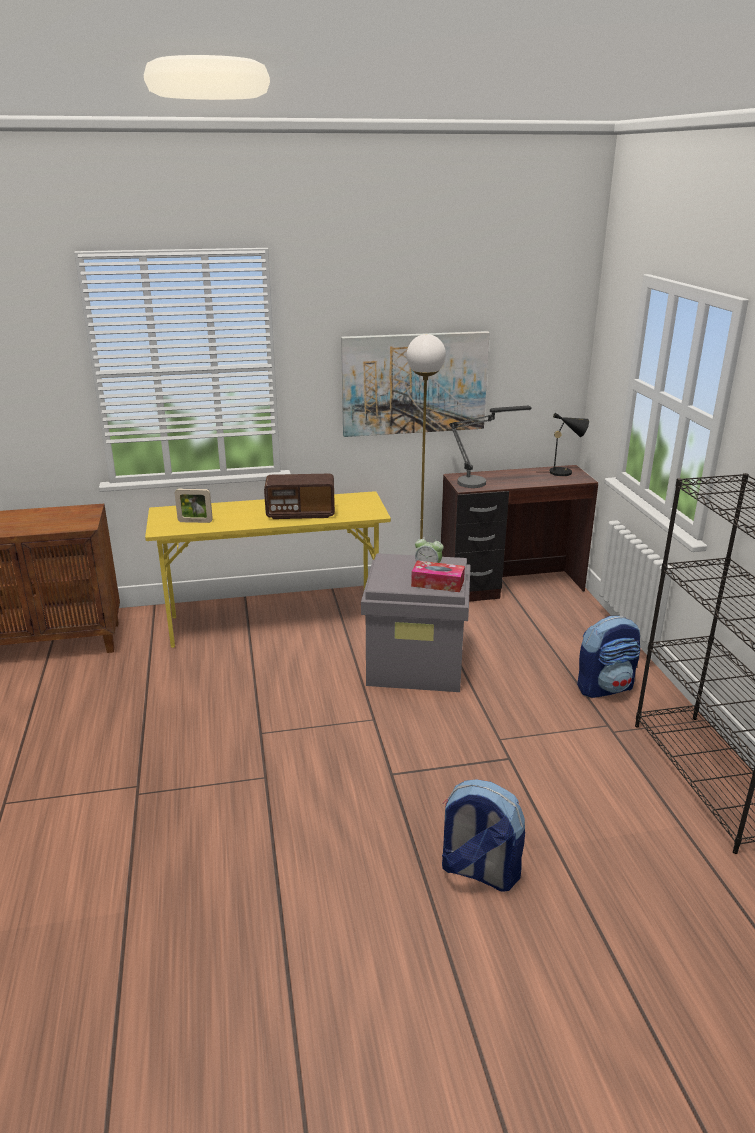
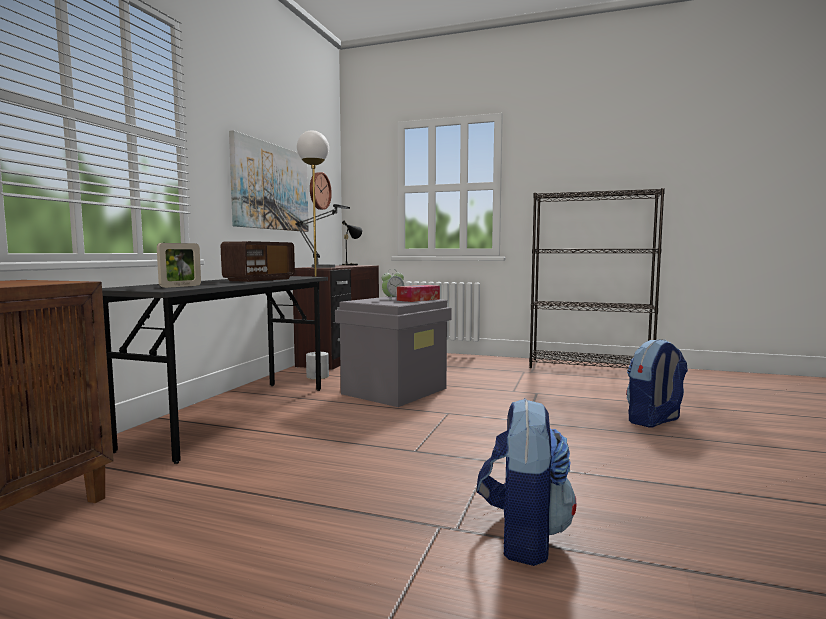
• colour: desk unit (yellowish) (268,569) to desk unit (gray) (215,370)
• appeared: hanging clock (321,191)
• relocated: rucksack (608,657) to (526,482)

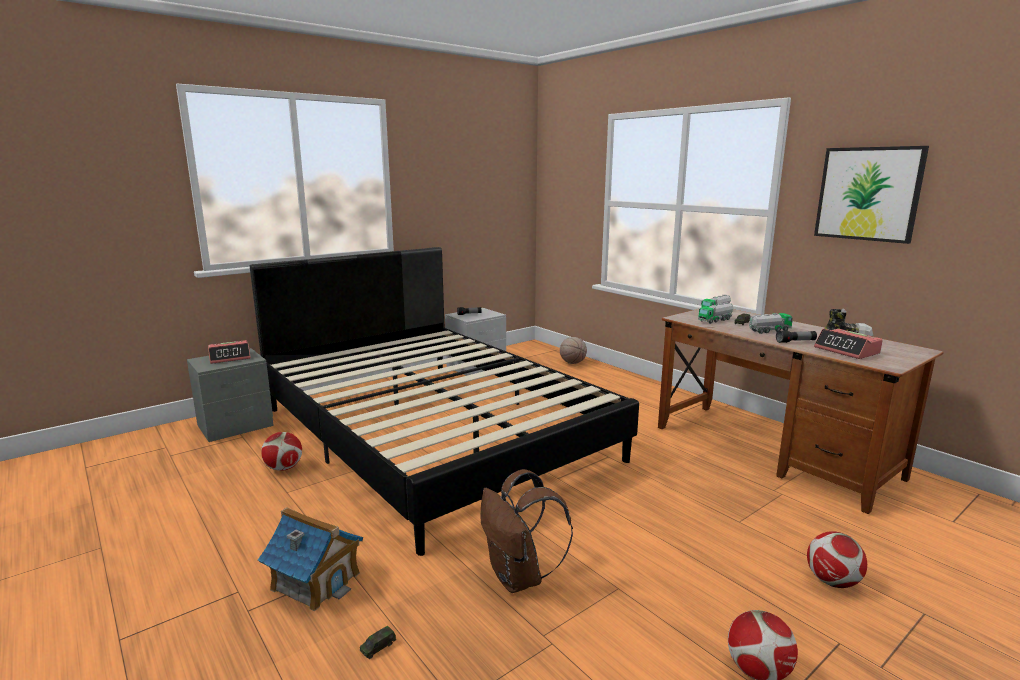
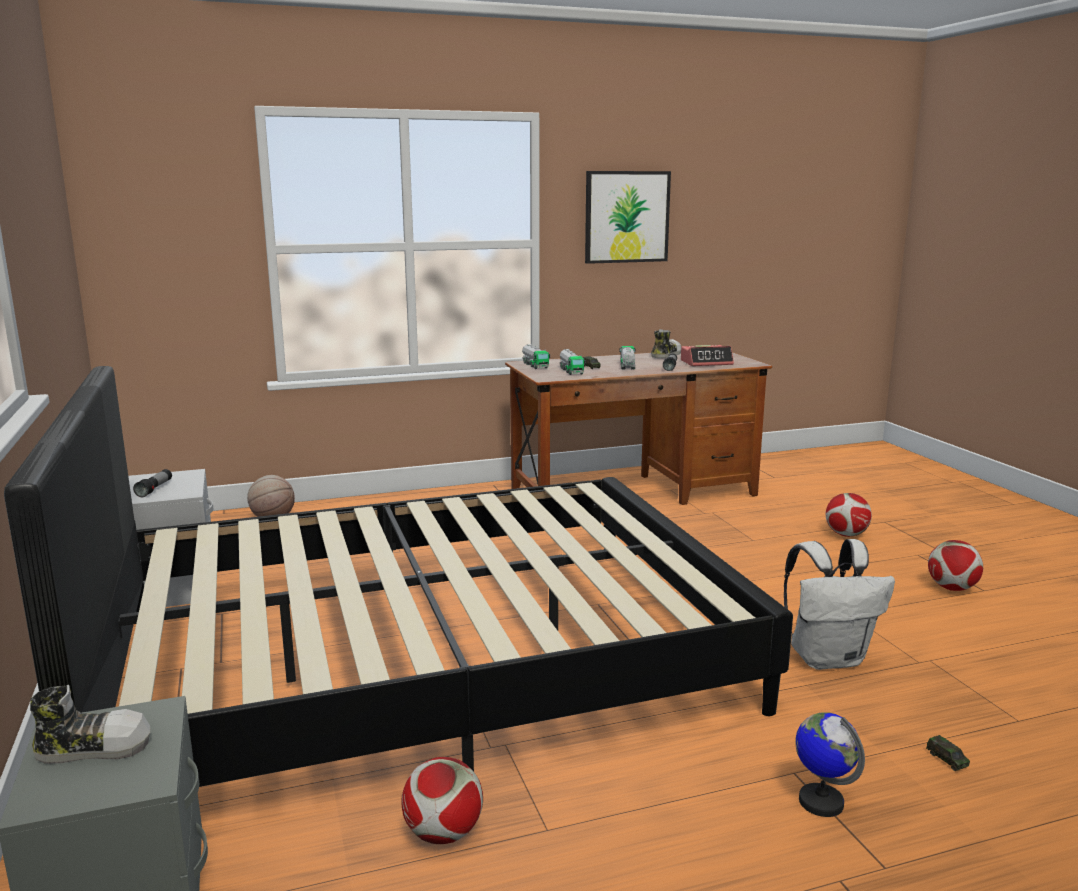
• exchanged: alarm clock (229,352) to item of footwear (90,724)
• colour: rucksack (brown-coloured) (527,531) to rucksack (whitish) (839,604)
• exchanged: miniature house (310,559) to globe (830,764)

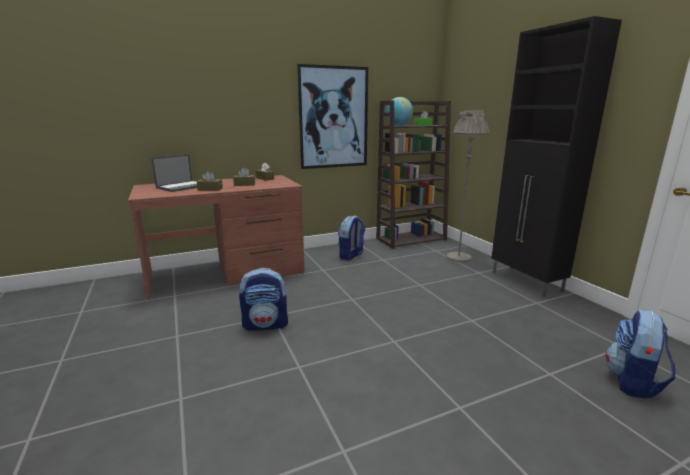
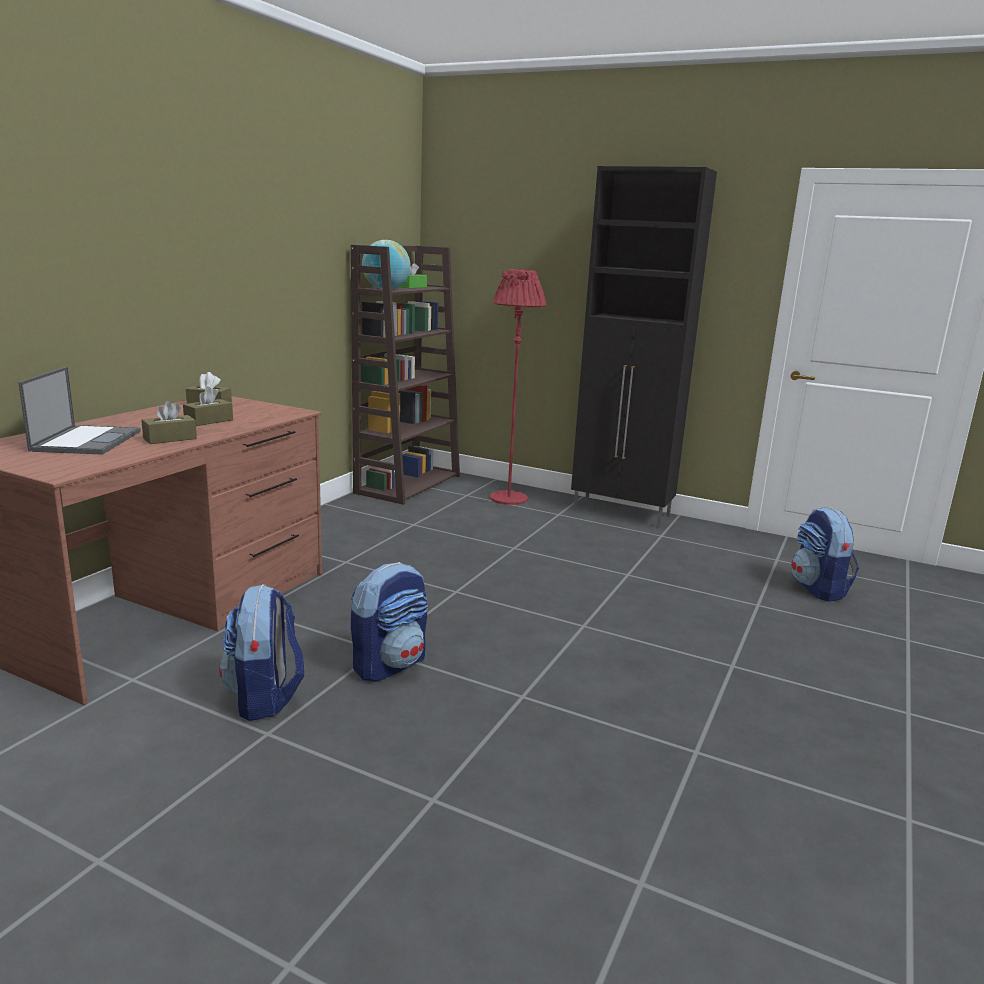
• relocated: rucksack (351,237) to (261,652)
• colour: floor lamp (gray) (468,186) to floor lamp (red) (518,387)
• missing: wall picture (332,116)

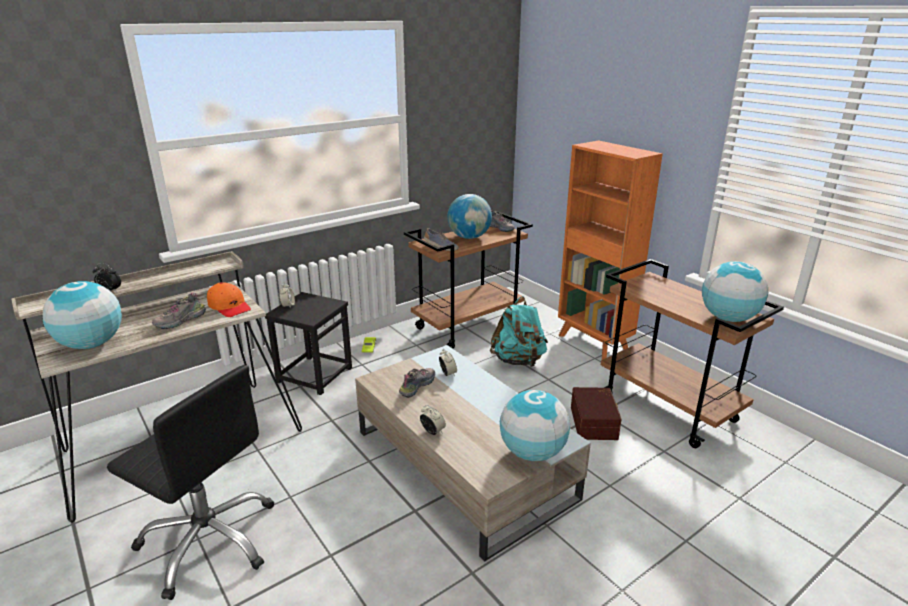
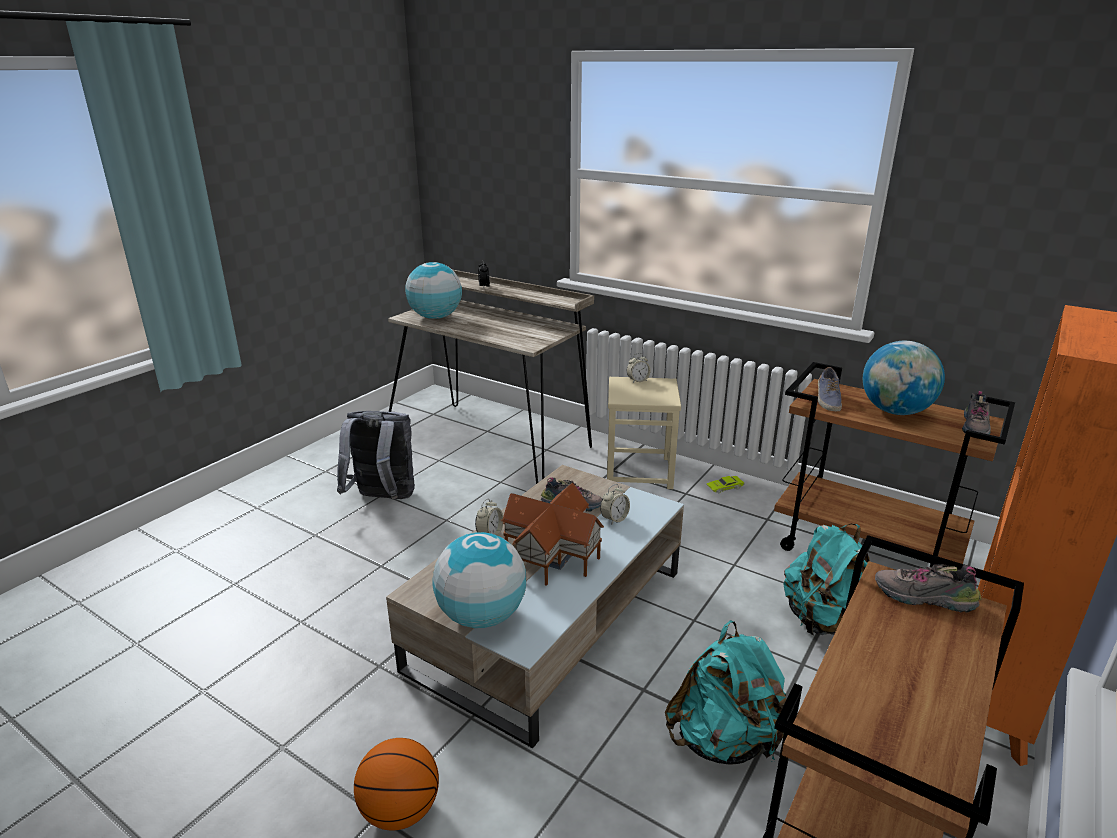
• exchanged: desk chair (black-coloured) (190,482) to rucksack (gray) (376,455)
• appeared: ball for basketball (396,784)
• appeared: miniature house (552,534)
• colour: sitting stool (black-coloured) (308,343) to sitting stool (sand-coloured) (644,433)
• exchanged: storage box (brown-coloured) (596,413) to rucksack (turquoise-coloured) (726,692)
• relocated: item of footwear (179,310) to (928,588)
• missing: cap (orange-coloured) (229,299)
• missing: globe (735,291)

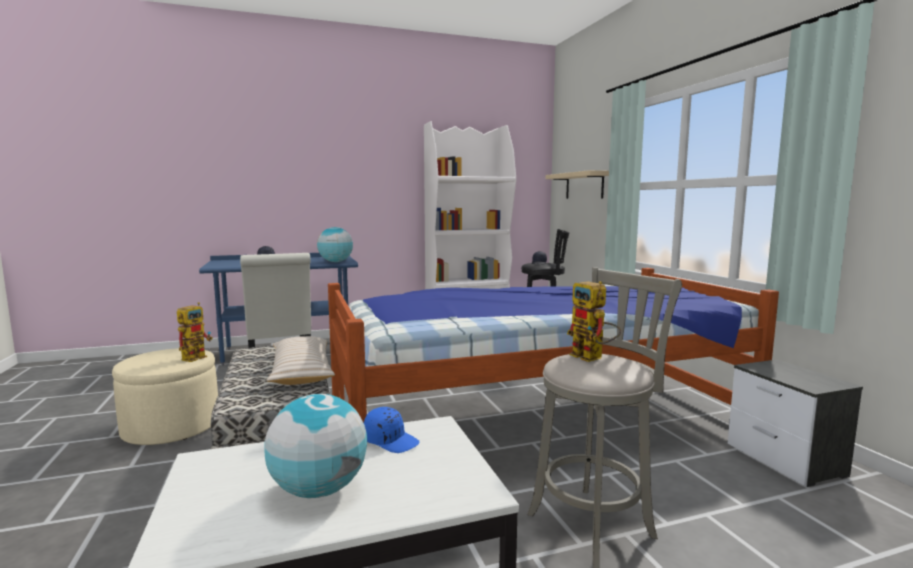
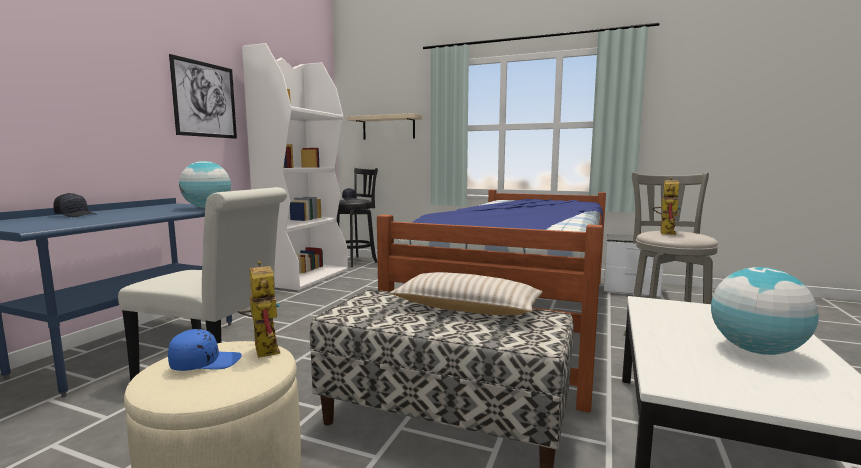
• relocated: cap (blue-coloured) (392,430) to (205,350)
• appeared: wall picture (203,96)
• spun: model robot (594,321) = (666,206) 75 degrees counterclockwise

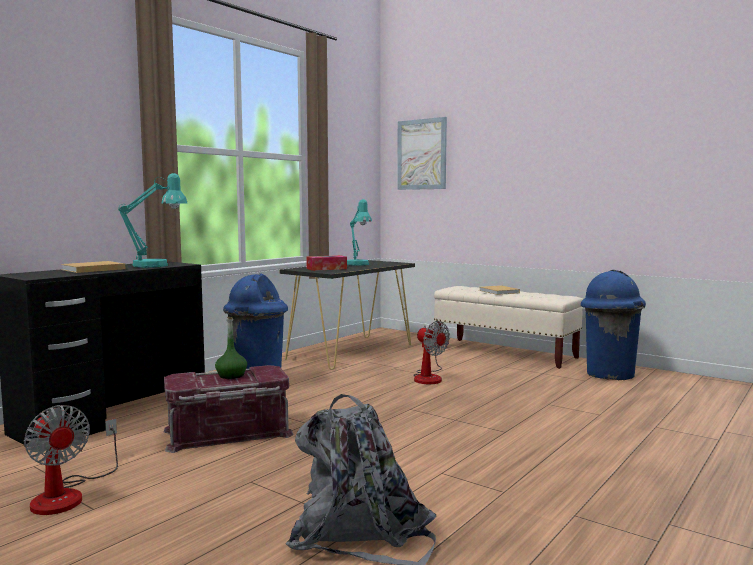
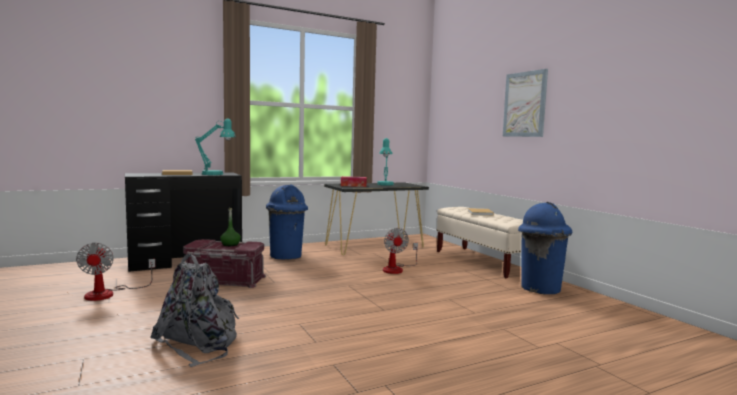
• relocated: wall picture (422,153) to (525,103)

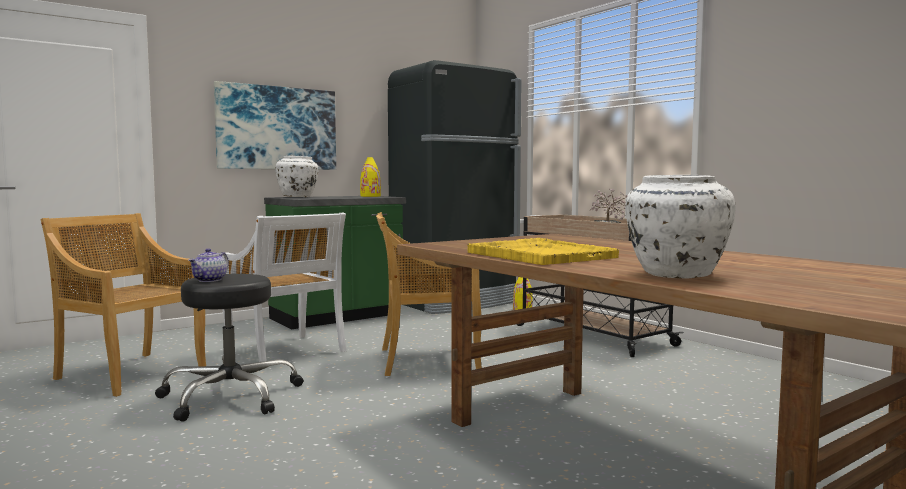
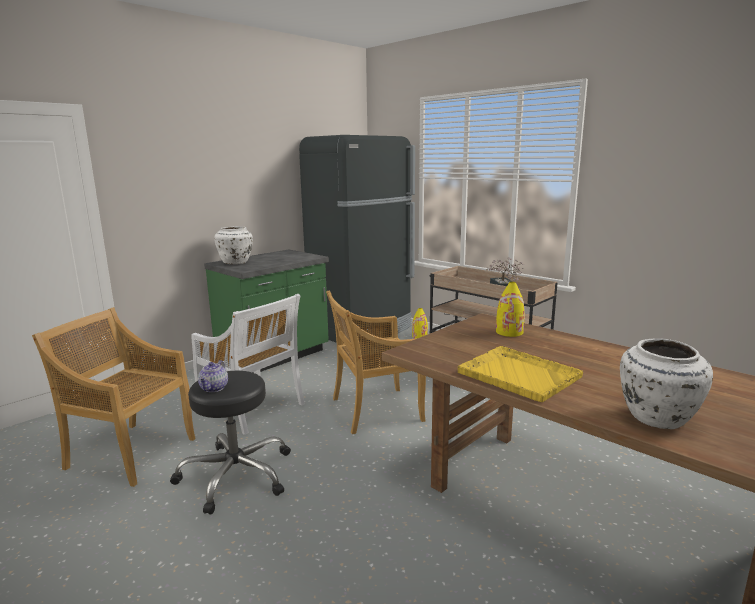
• relocated: decorative vase (yellowish) (370,177) to (510,309)
• missing: wall picture (275,125)

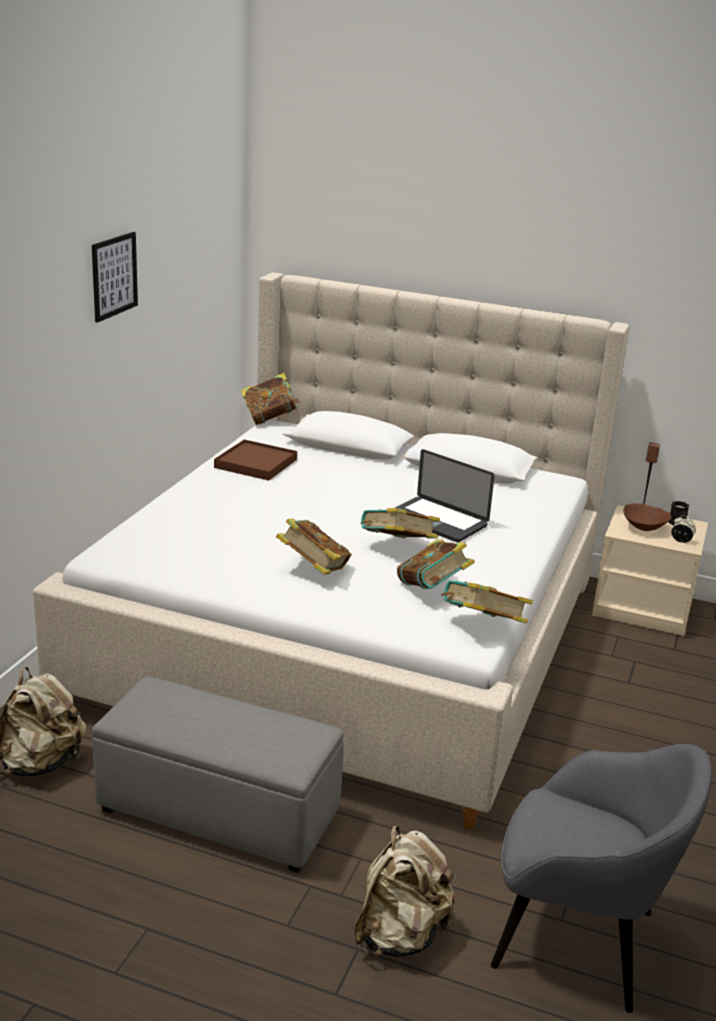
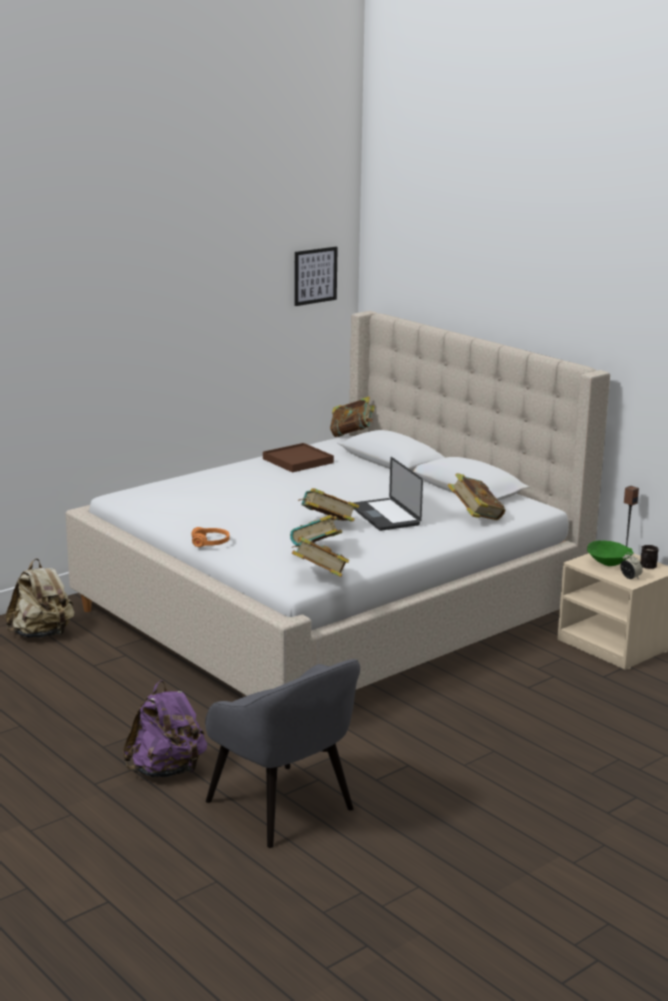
• colour: rucksack (sand-coloured) (405,891) to rucksack (purplish) (165,729)
• appeared: pair of headphones (orange-coloured) (210,537)
• relocated: wall picture (115,277) to (316,276)
• relocated: volume (313,547) to (476,496)
• colour: deep dish (brown-coloured) (647,517) to deep dish (green-coloured) (610,553)
• missing: ottoman (gray) (218,774)

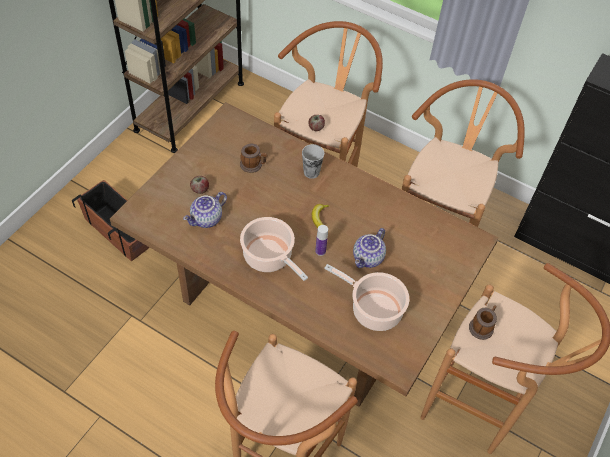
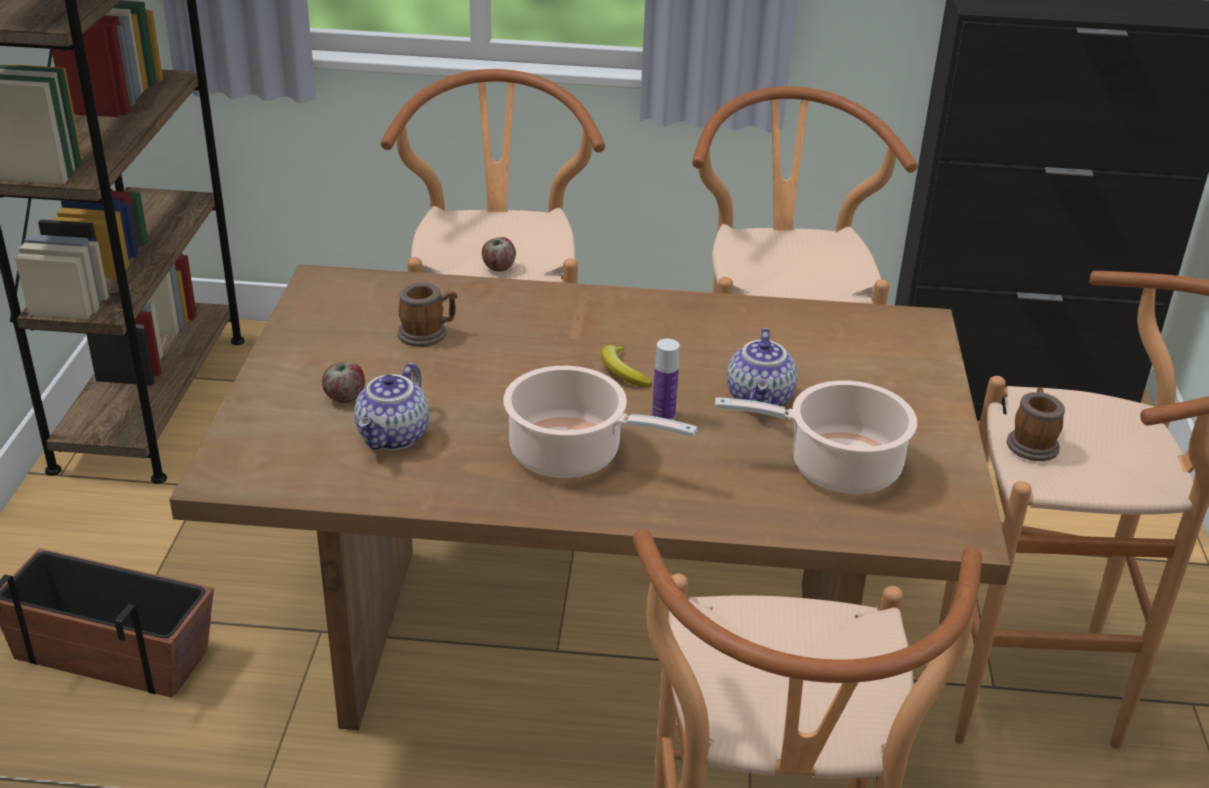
• missing: cup (313,161)

